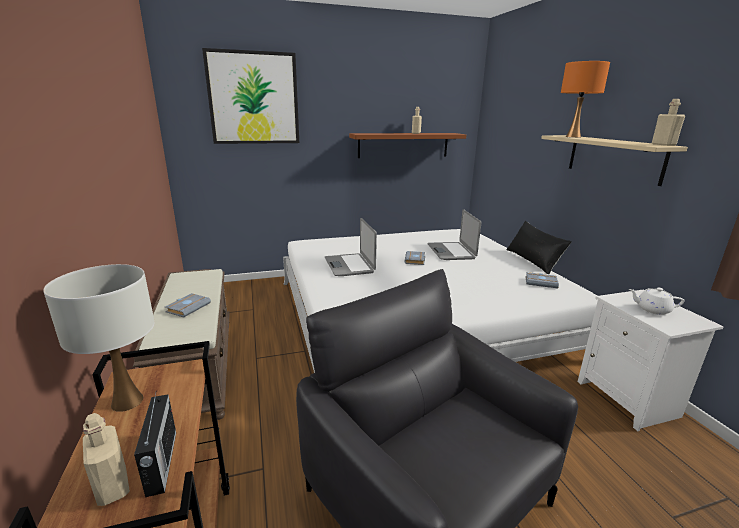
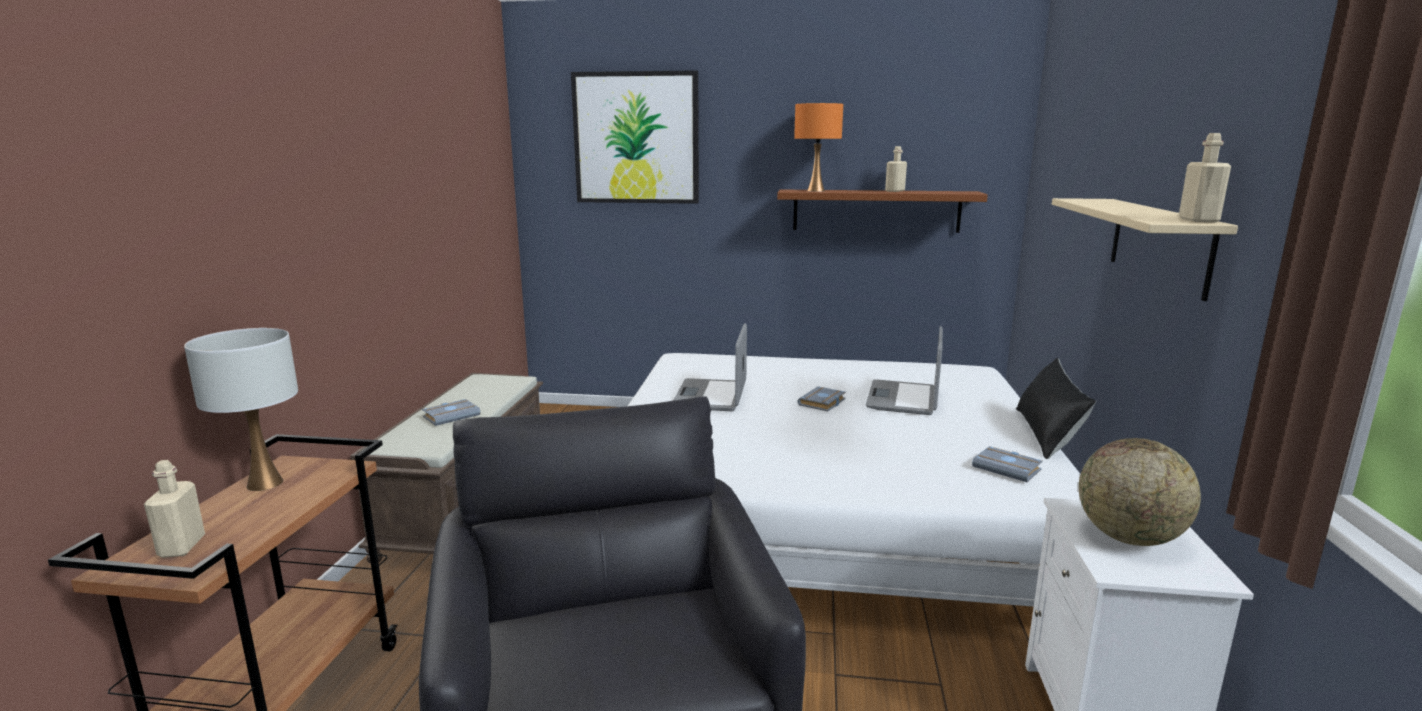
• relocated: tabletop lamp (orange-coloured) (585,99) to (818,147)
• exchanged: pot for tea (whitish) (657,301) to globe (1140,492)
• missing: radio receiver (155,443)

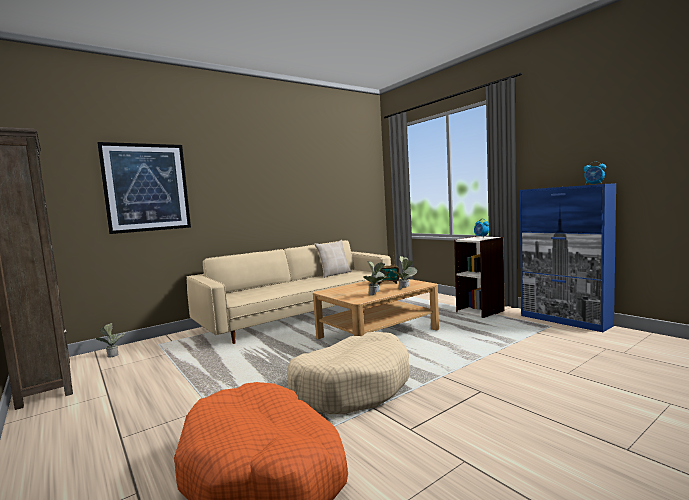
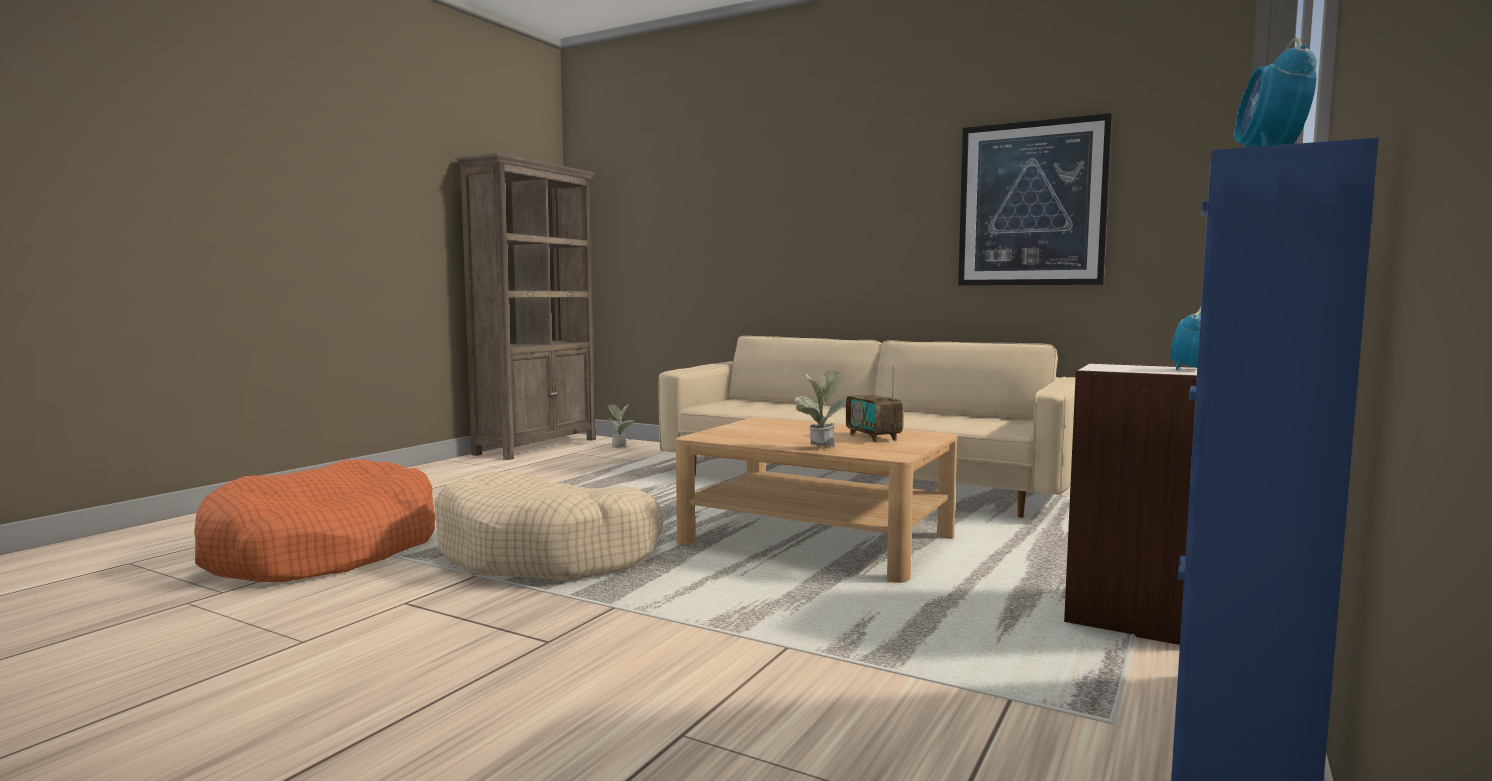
• relocated: wall picture (144,188) to (1035,199)
• missing: cushion (sand-coloured) (333,259)
• missing: potted plant (375,278)

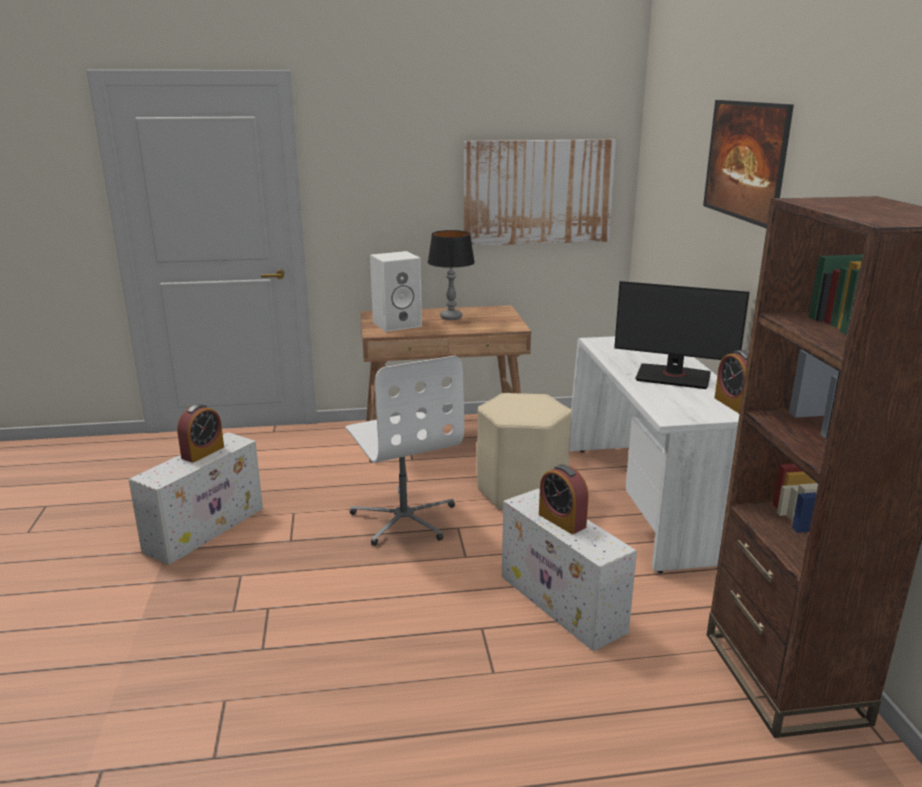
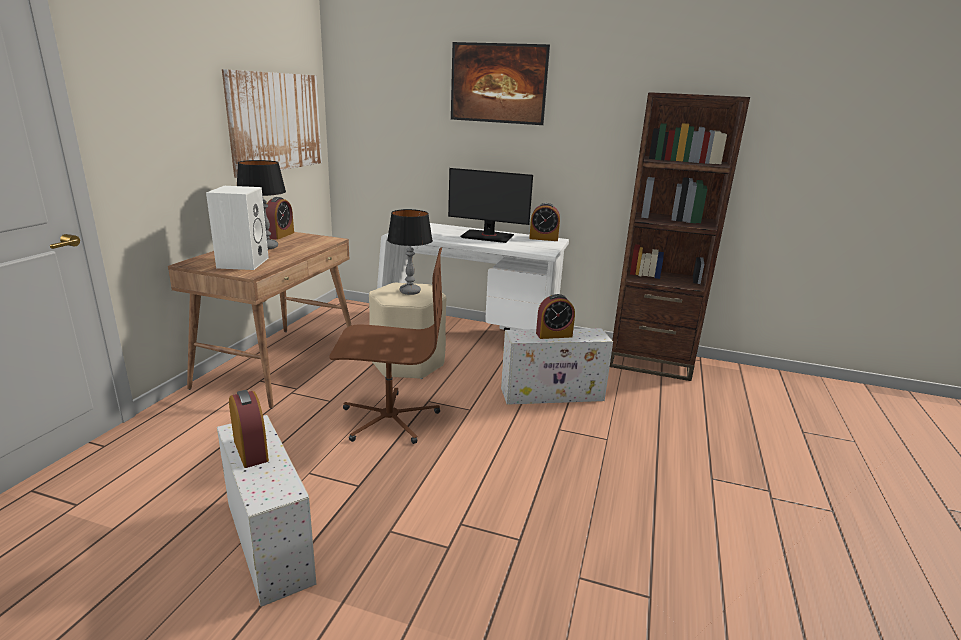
• appeared: alarm clock (280,218)
• colour: desk chair (whitish) (404,450) to desk chair (brown-coloured) (385,346)
• appeared: tabletop lamp (410,252)
• spun: computer screen (682,335) = (490,205) 60 degrees clockwise

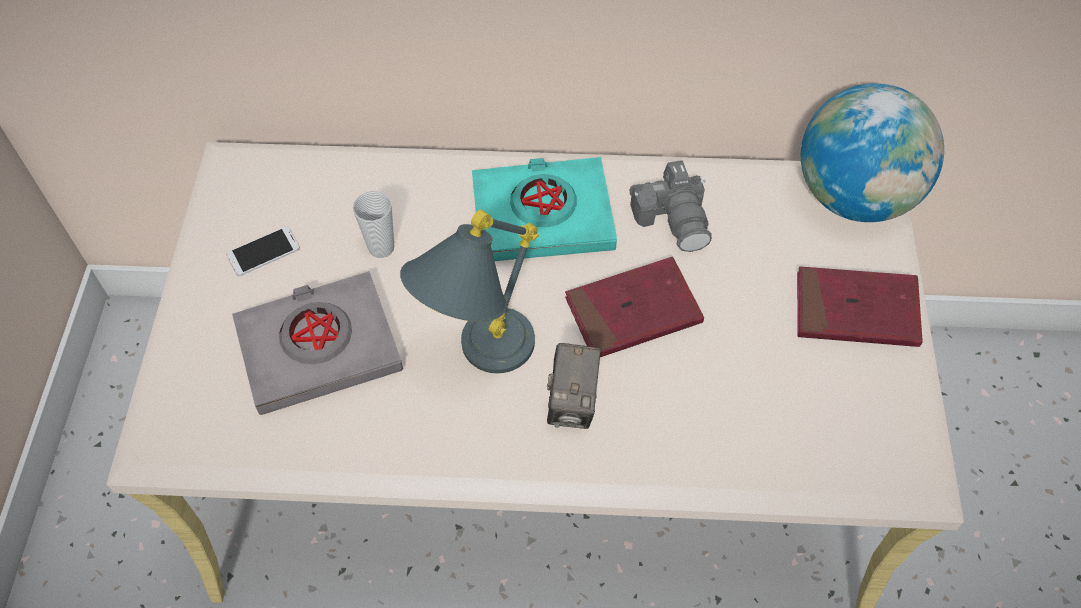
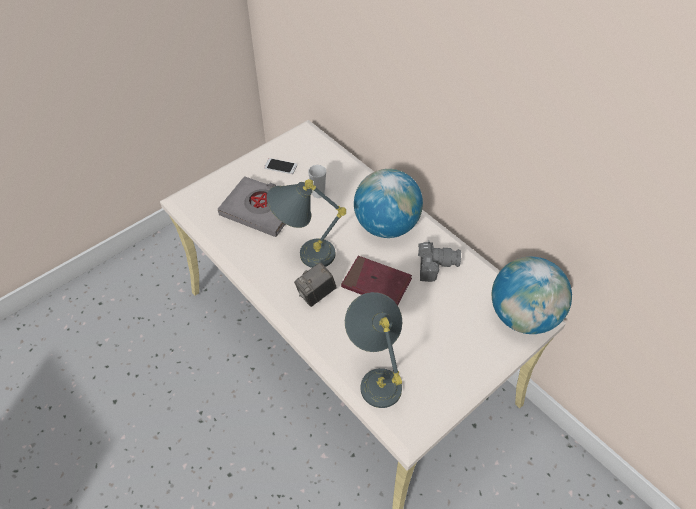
• appeared: tabletop lamp (gray) (373,350)
• exchanged: volume (turquoise-coloured) (544,209) to globe (388,203)
• spun: still camera (671,206) = (439,261) 120 degrees counterclockwise
• missing: volume (red) (860,307)

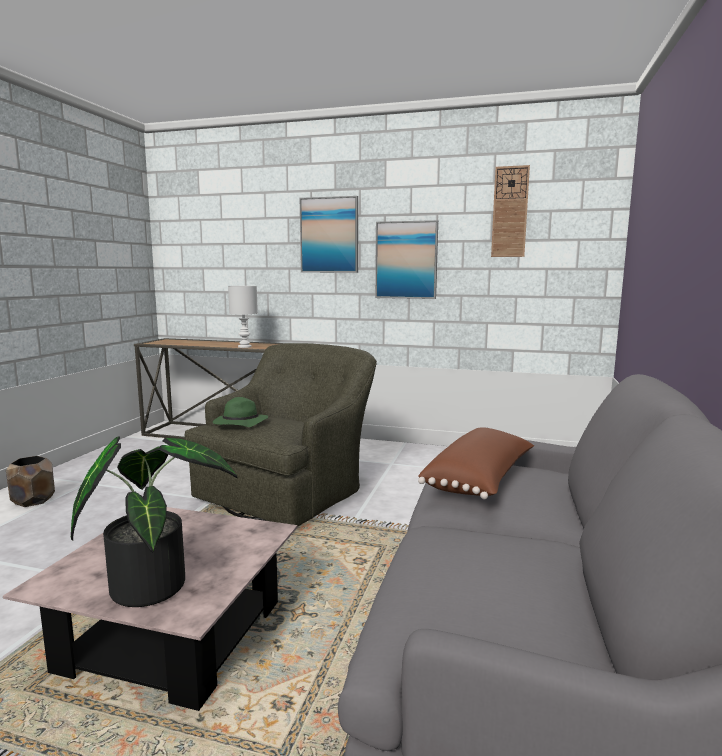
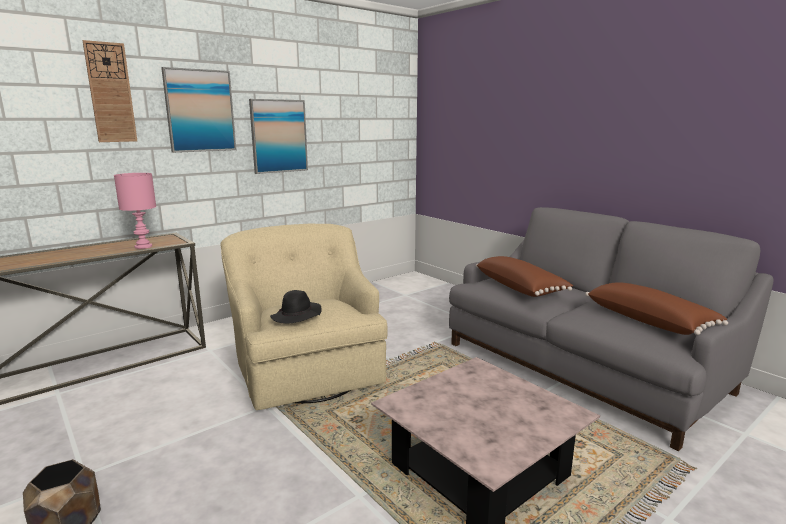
• relocated: hanging clock (510,211) to (110,91)
• colour: tabletop lamp (whitish) (243,317) to tabletop lamp (pink) (135,211)
• colour: lounge chair (green-coloured) (280,434) to lounge chair (sand-coloured) (304,317)
• colour: wearable hat (green-coloured) (240,412) to wearable hat (black-coloured) (296,307)
• appeared: cushion (brown-coloured) (656,308)
• missing: potted plant (154,521)

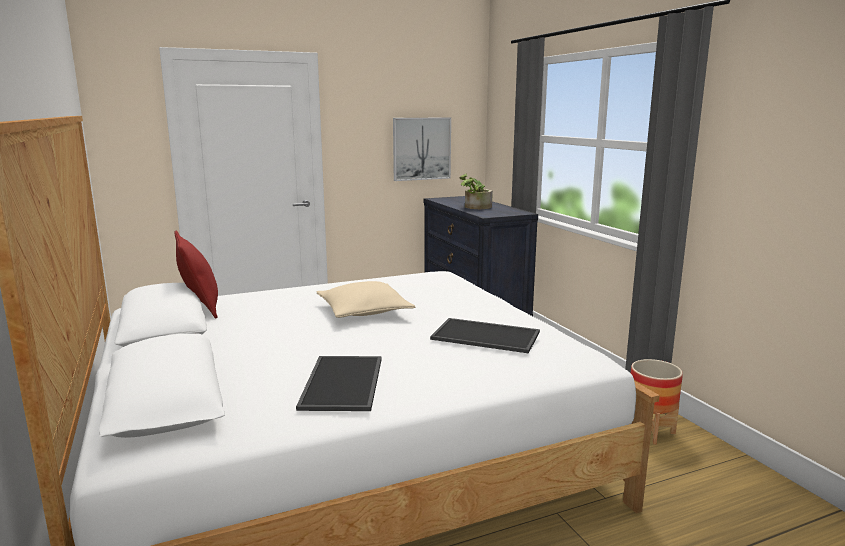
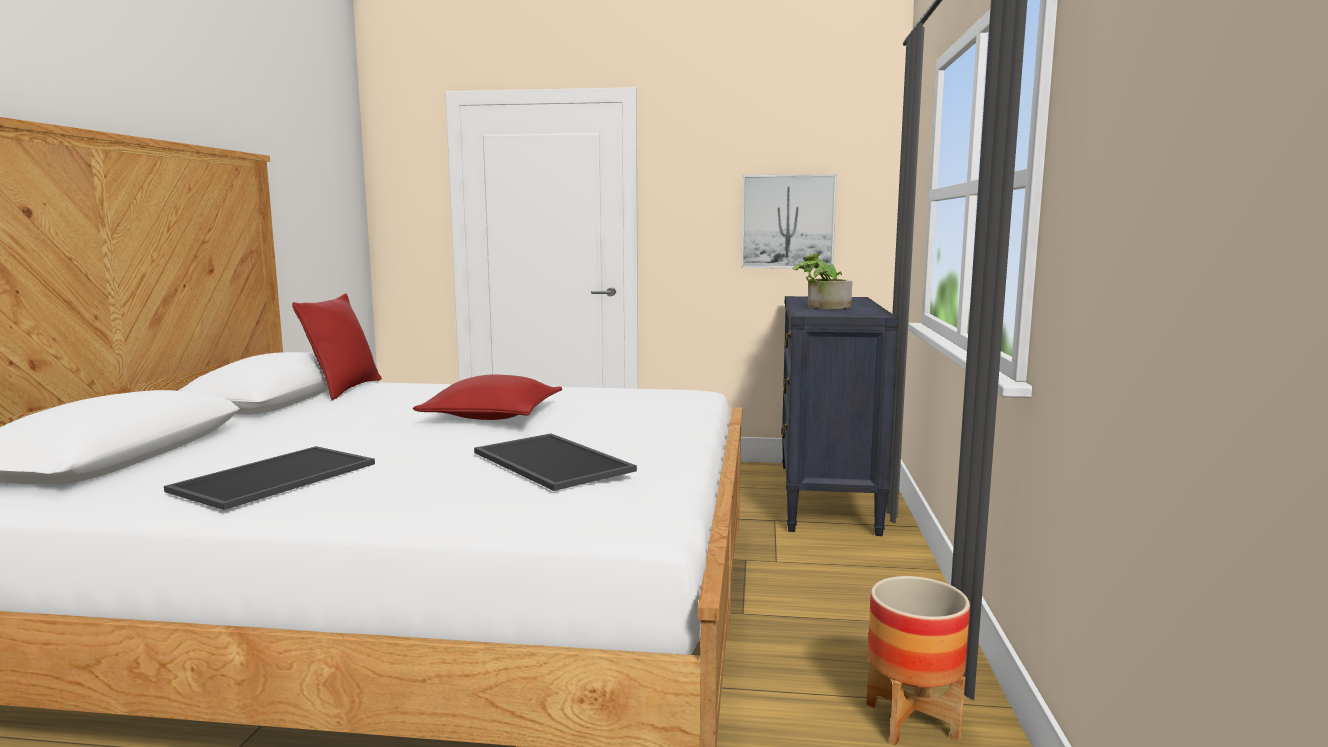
• colour: cushion (sand-coloured) (366,299) to cushion (red) (487,397)

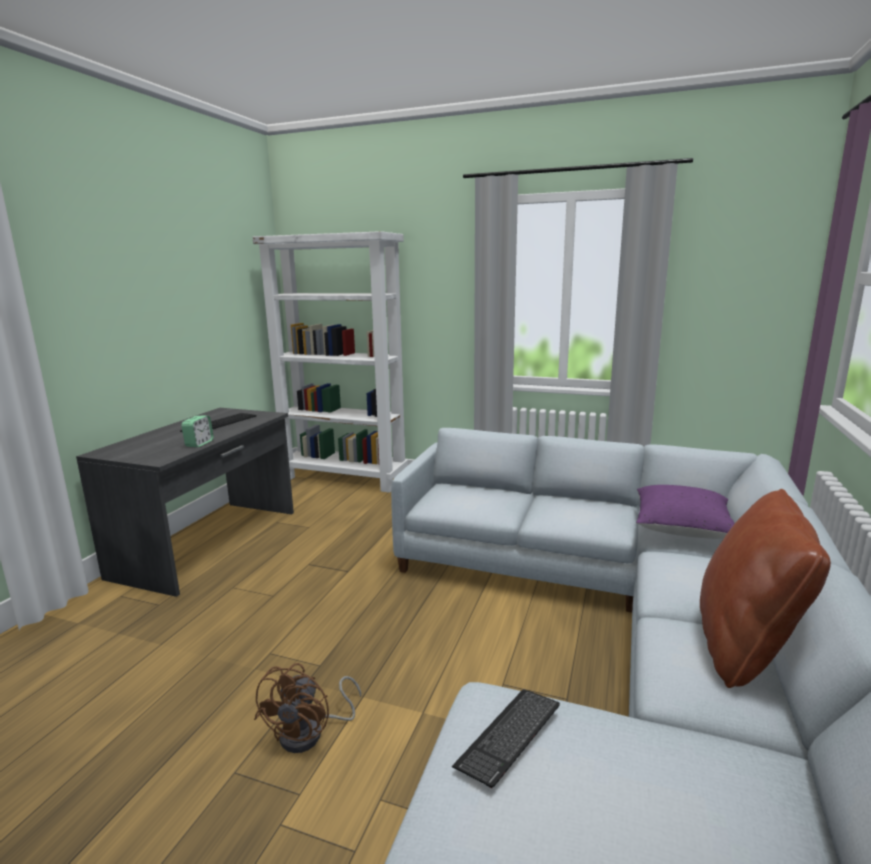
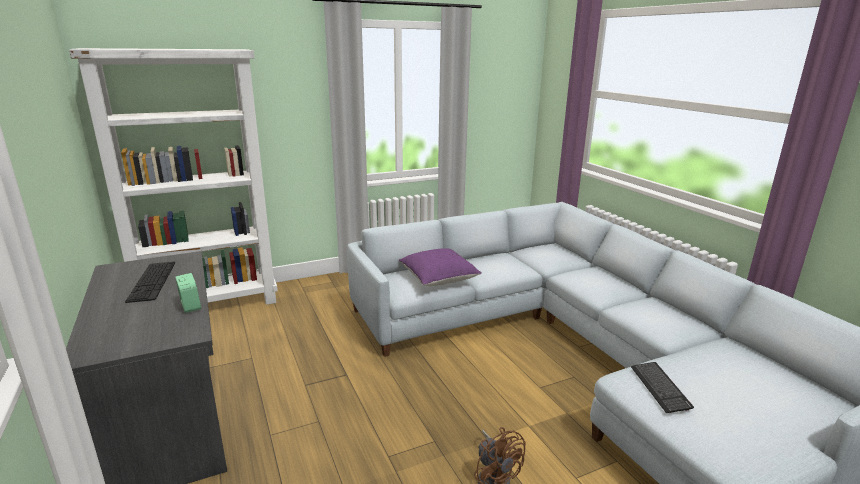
• relocated: cushion (purplish) (685,512) to (440,267)
• missing: cushion (brown-coloured) (765,588)

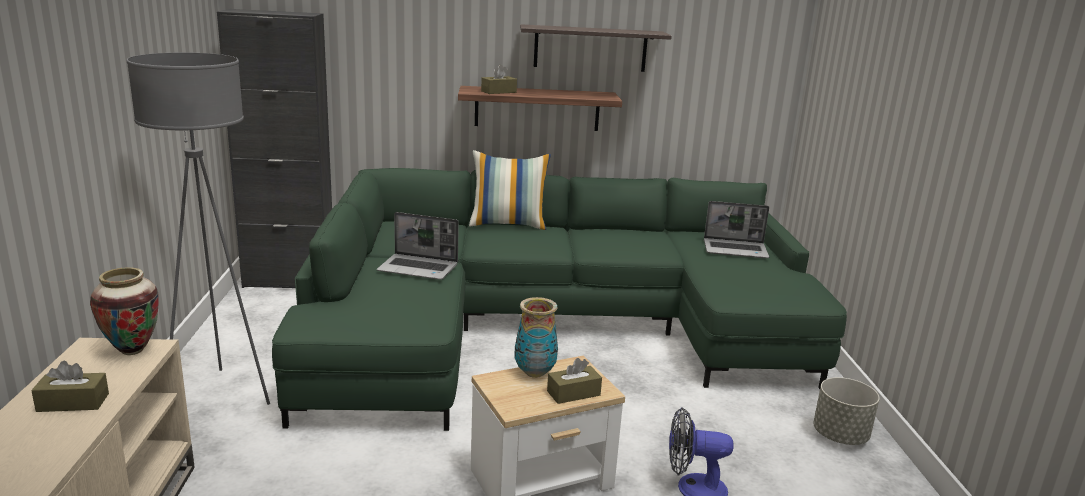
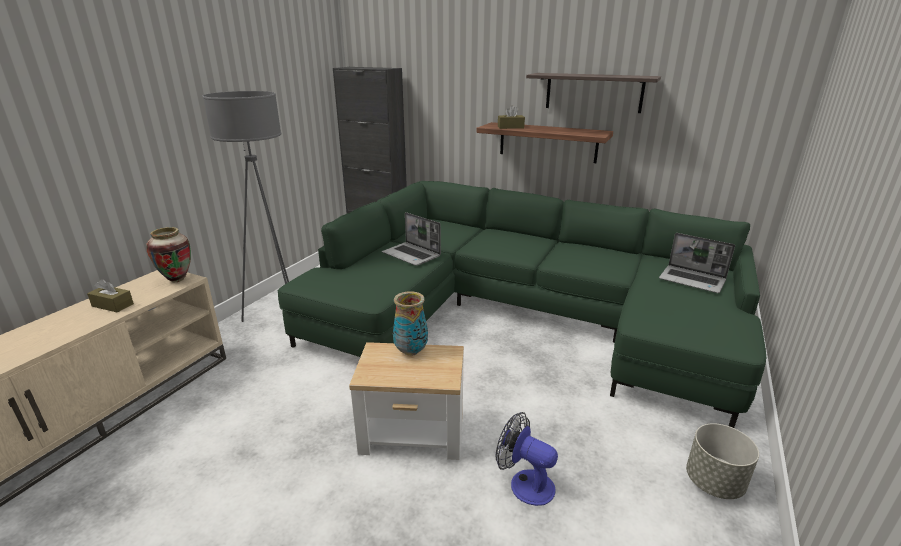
• missing: cushion (510,190)
• missing: tissue holder (brown-coloured) (574,381)

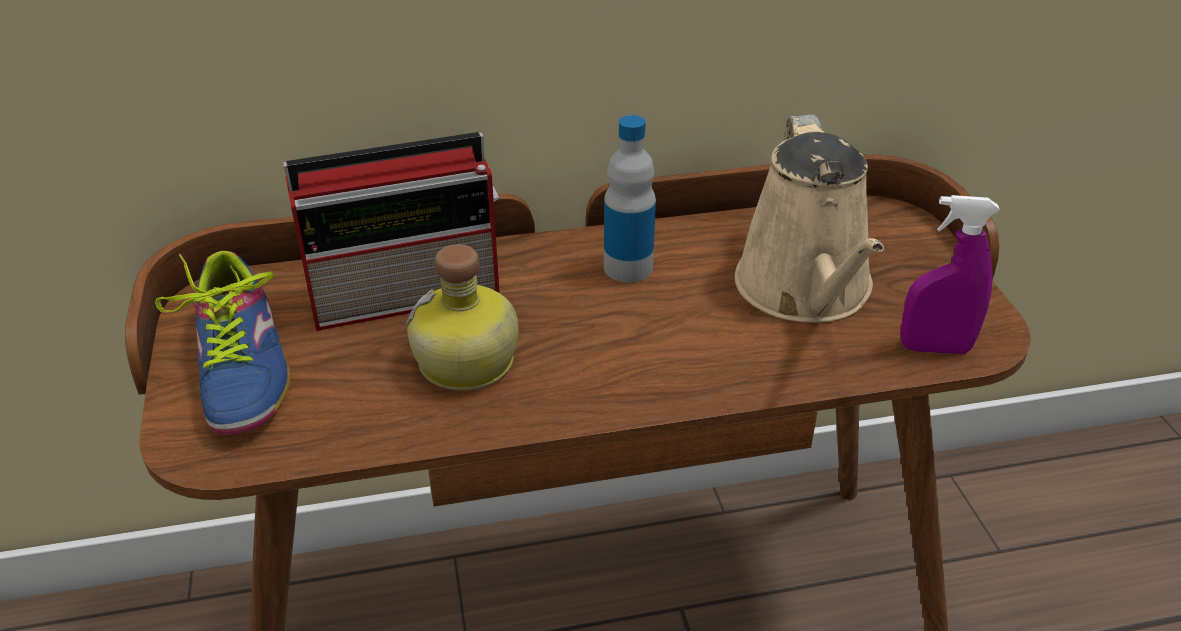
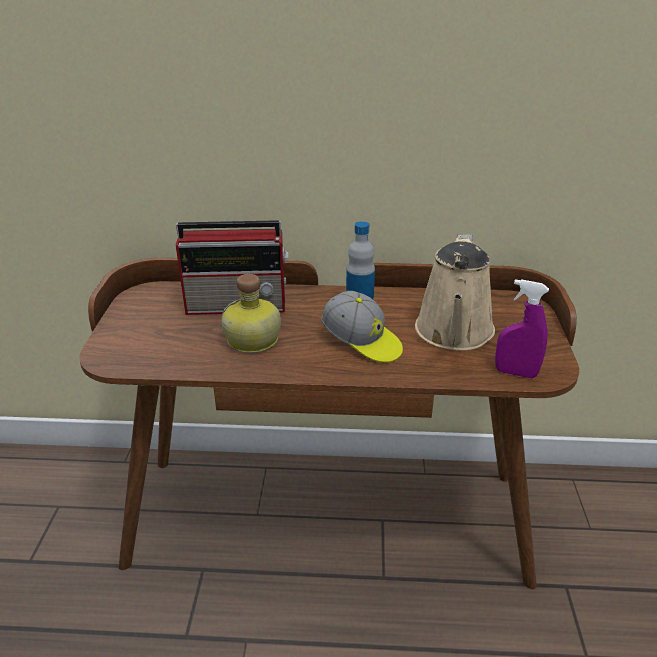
• appeared: cap (362,327)
• missing: item of footwear (222,343)

